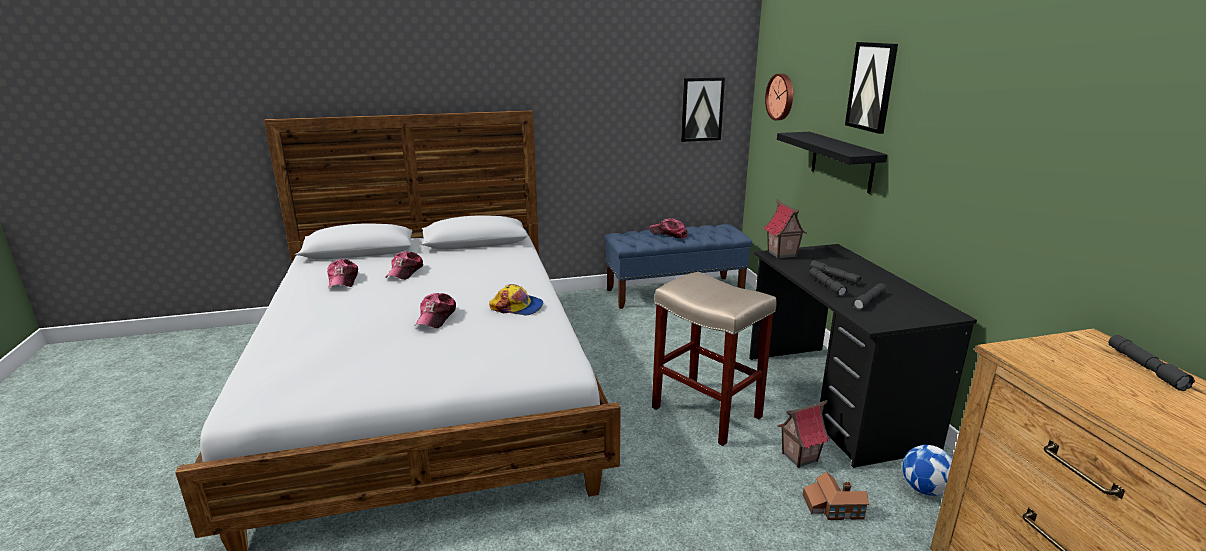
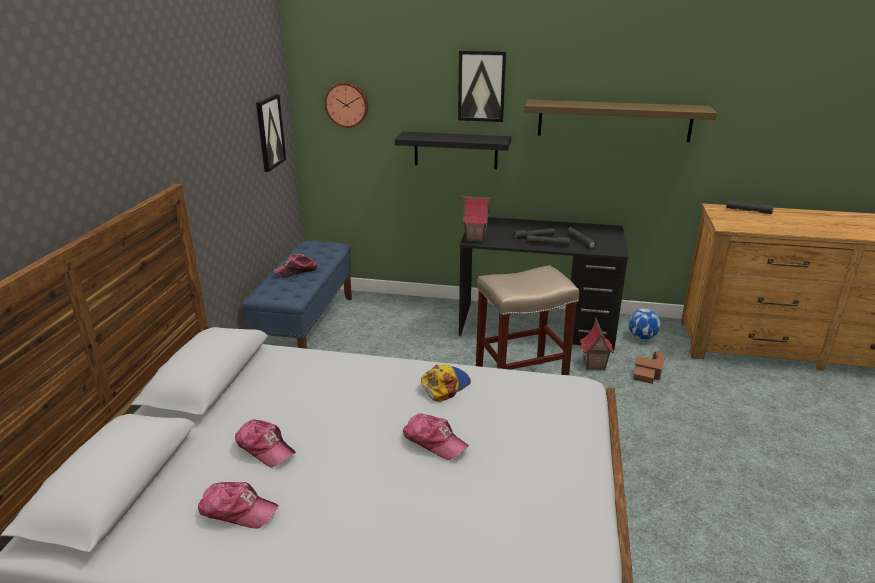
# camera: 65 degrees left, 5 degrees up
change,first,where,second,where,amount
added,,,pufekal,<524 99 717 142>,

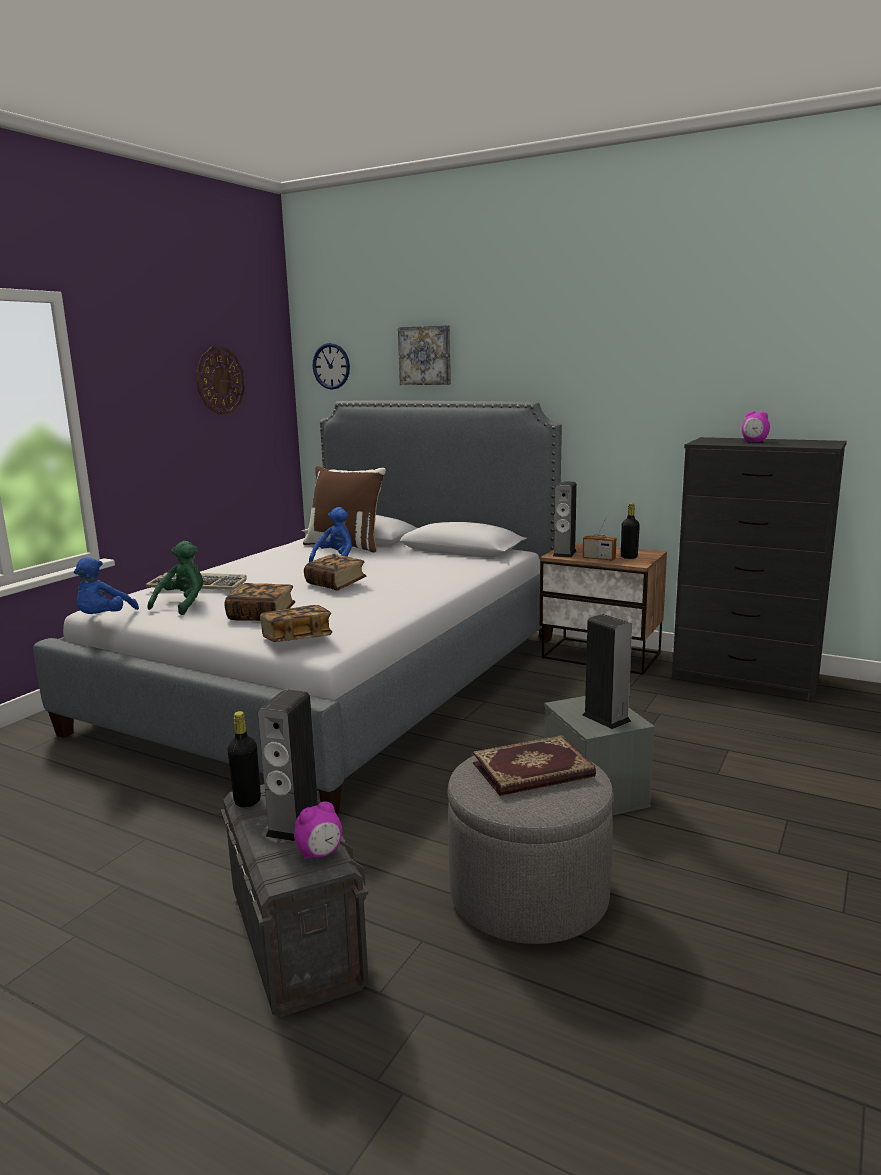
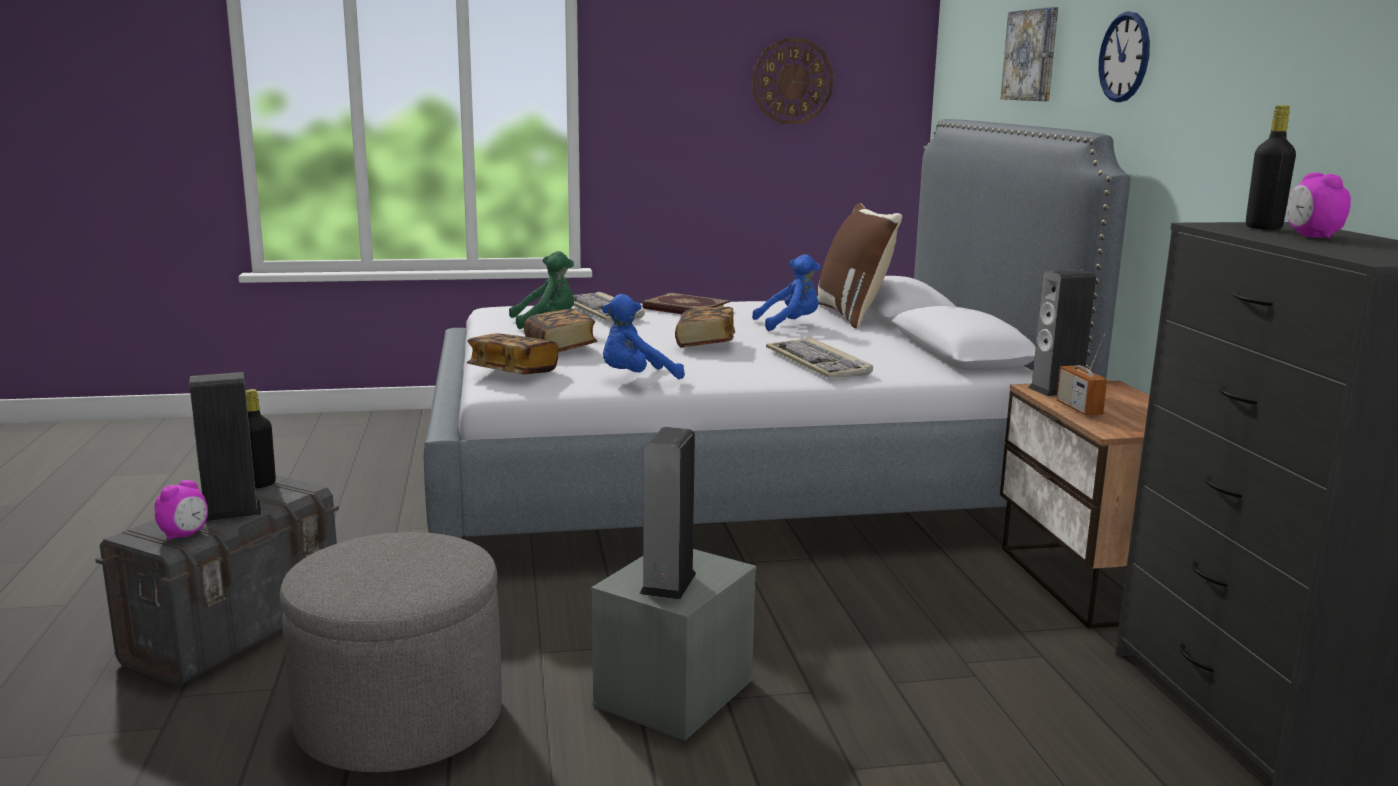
# camera: 50 degrees right, 0 degrees up
change,first,where,second,where,amount
turned,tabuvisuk,<294 801 342 860>,,<155 480 208 540>,75 degrees counterclockwise
moved,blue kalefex,<74 557 139 614>,,<602 294 685 379>,
moved,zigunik,<473 735 596 796>,,<642 293 730 314>,
added,,,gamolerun,<766 338 873 378>,
moved,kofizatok,<313 343 350 390>,,<1098 12 1150 102>,
moved,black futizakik,<621 503 640 559>,,<1246 105 1296 230>,

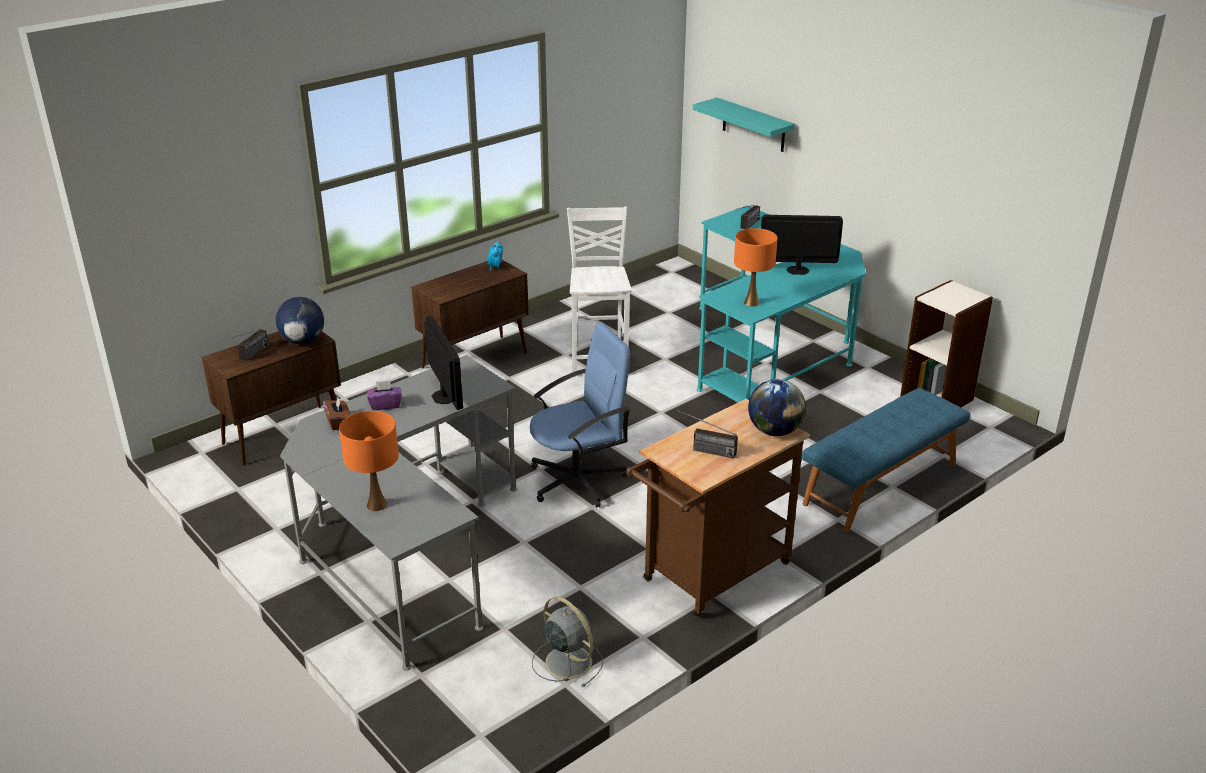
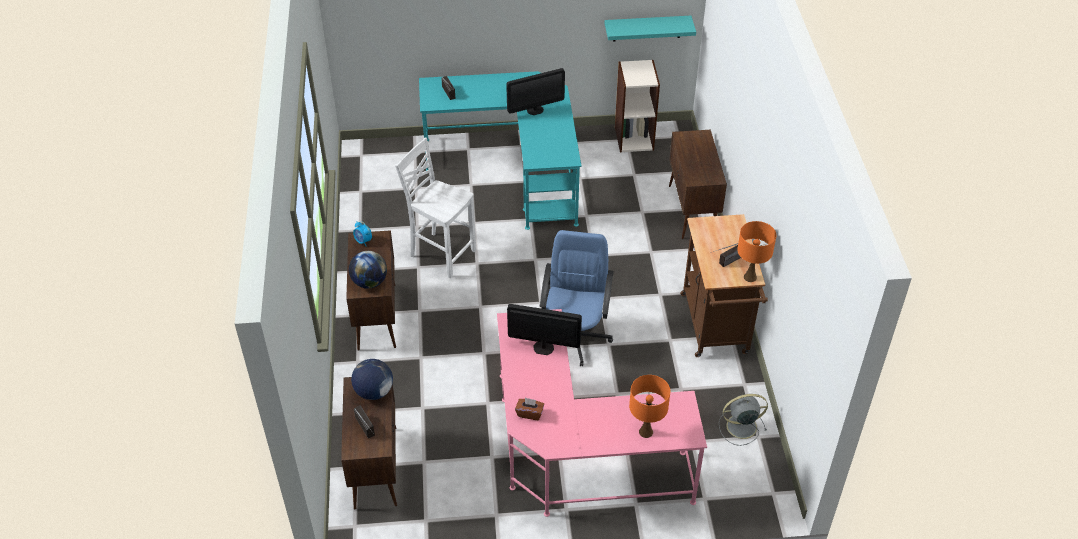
# camera: 55 degrees left, 15 degrees up
change,first,where,second,where,amount
moved,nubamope,<748 379 806 436>,,<349 251 387 289>,
recoloured,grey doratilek,<280 355 517 671>,pink doratilek,<497 309 707 517>,
turned,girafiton,<761 215 843 275>,,<506 68 565 115>,150 degrees counterclockwise
moved,turquoise pufekal,<693 98 795 152>,,<605 16 696 41>,
replaced,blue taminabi,<802 388 971 532>,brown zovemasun,<669 130 727 239>,
moved,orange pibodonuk,<734 228 778 307>,,<737 221 776 282>,
removed,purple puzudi,<367 381 402 410>,,,

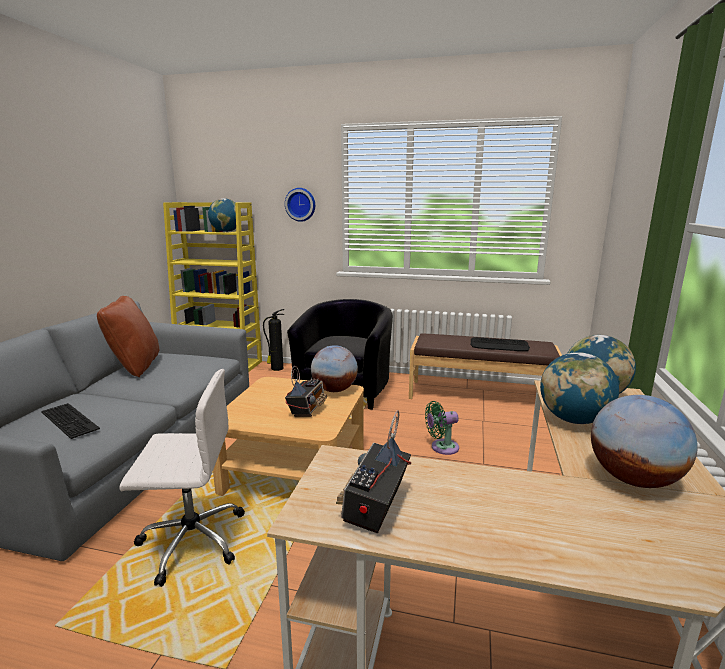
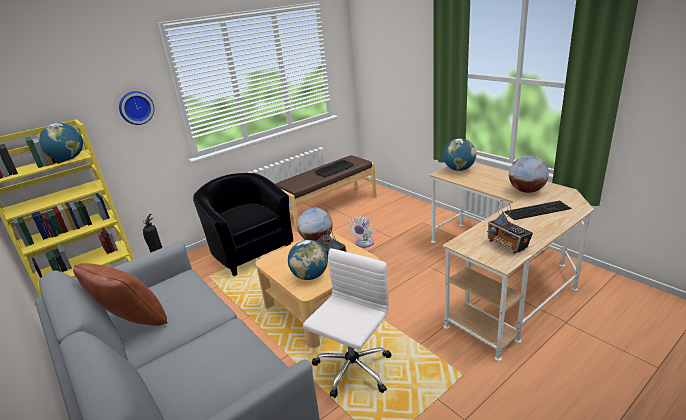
# camera: 50 degrees left, 10 degrees up
change,first,where,second,where,amount
moved,nubamope,<540 352 619 424>,,<288 240 328 280>,
recoloured,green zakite,<425 401 459 455>,white zakite,<349 217 374 248>,
moved,gamolerun,<41 403 100 439>,,<505 201 572 220>,

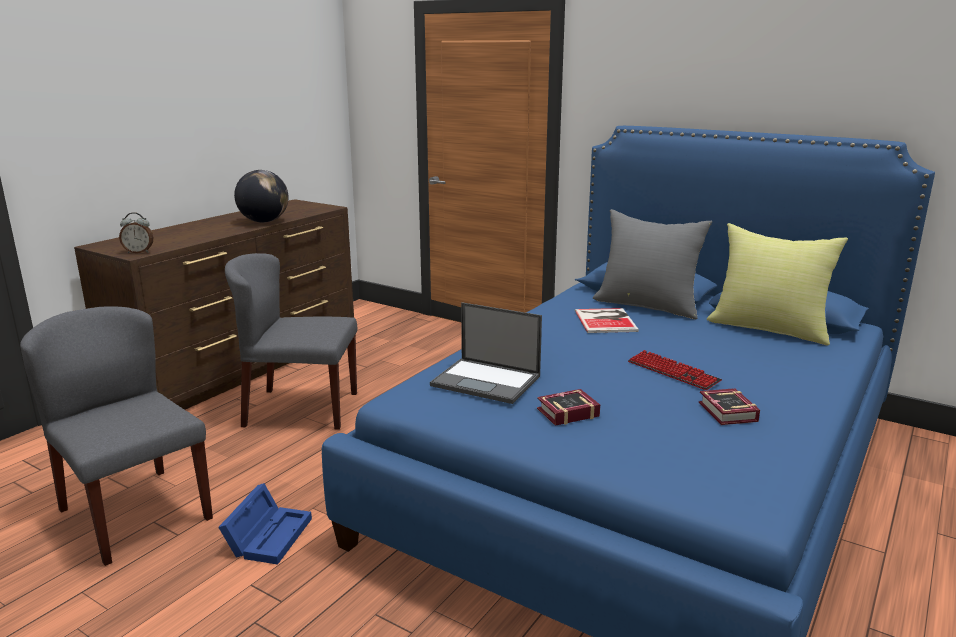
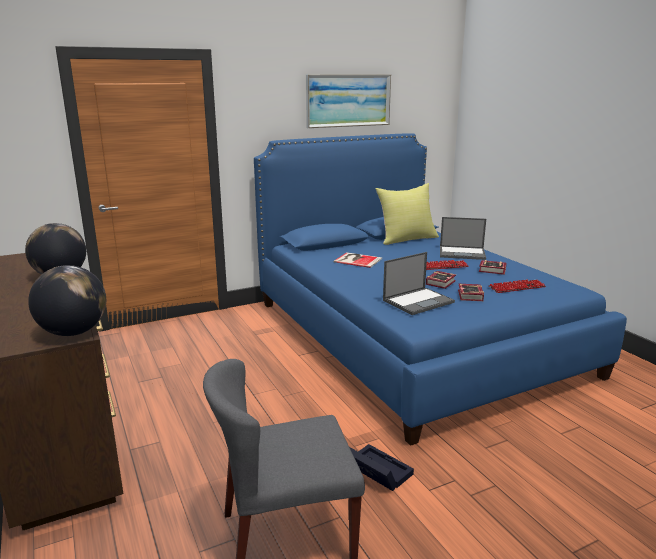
# camera: 60 degrees left, 0 degrees up
change,first,where,second,where,amount
replaced,tabuvisuk,<119 212 153 253>,nubamope,<28 265 106 336>,
added,,,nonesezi,<306 74 391 128>,
recoloured,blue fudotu,<218 483 312 565>,black fudotu,<349 444 414 491>,
added,,,zigunik,<426 271 456 289>,
added,,,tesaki,<440 217 486 260>,
added,,,gamolerun,<489 280 546 293>,
removed,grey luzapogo,<225 253 357 430>,,,
removed,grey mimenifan,<593 209 712 319>,,,

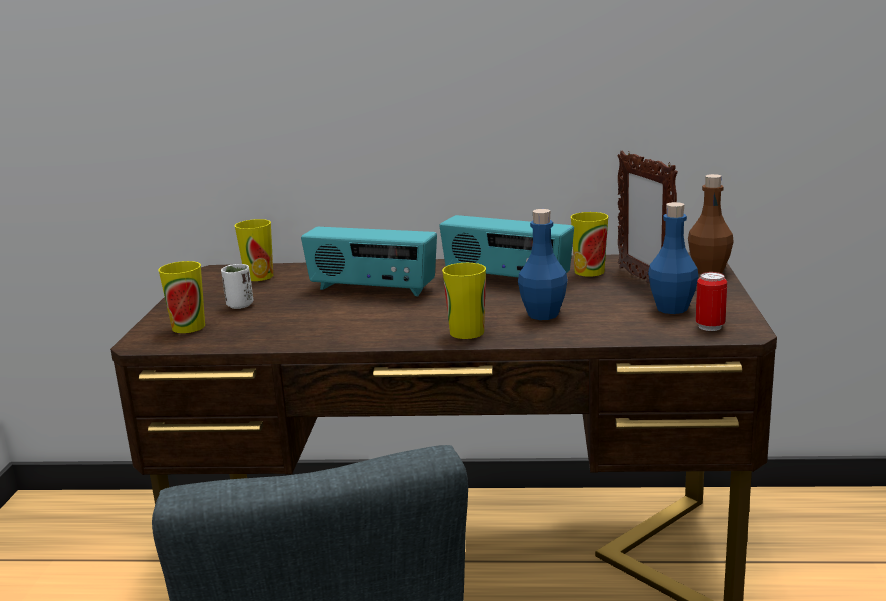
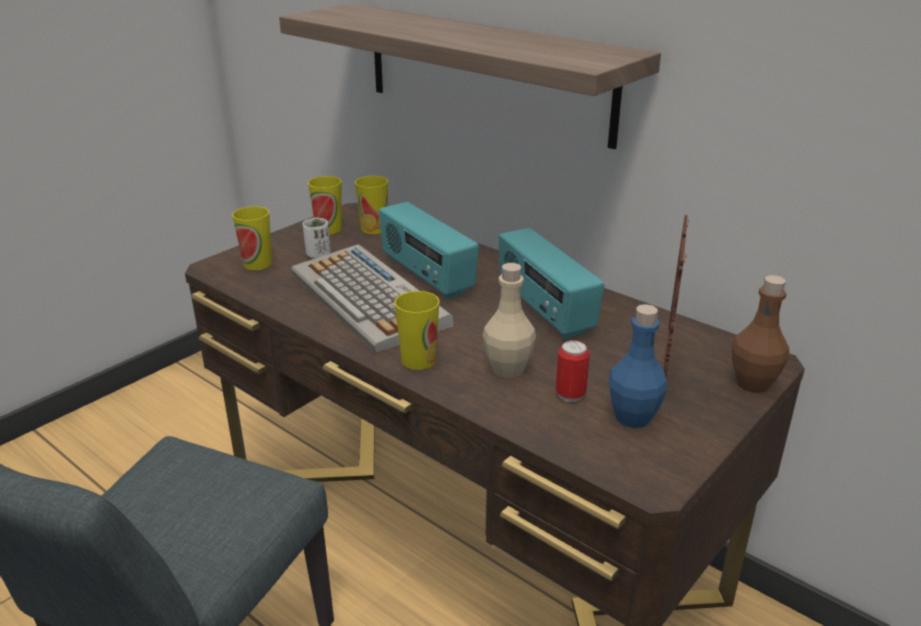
# camera: 35 degrees right, 10 degrees up
change,first,where,second,where,amount
added,,,pufekal,<279 4 661 149>,
added,,,gamolerun,<291 244 454 353>,
moved,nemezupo,<571 212 608 277>,,<308 176 342 234>,
recoloured,blue futizakik,<518 209 568 320>,beige futizakik,<483 263 536 378>,
moved,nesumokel,<695 272 727 331>,,<556 340 590 402>,

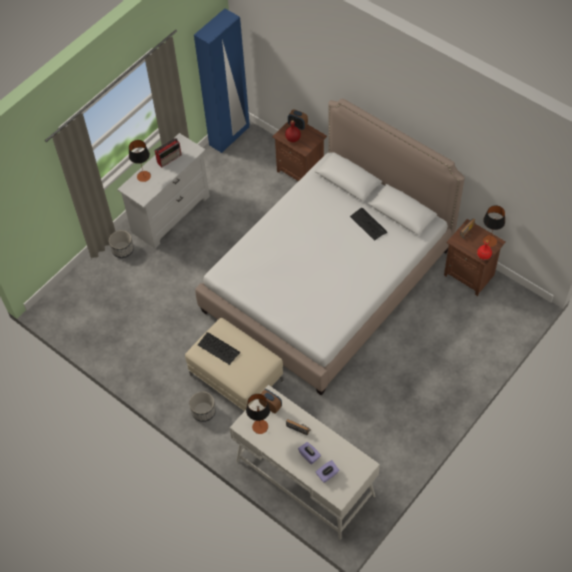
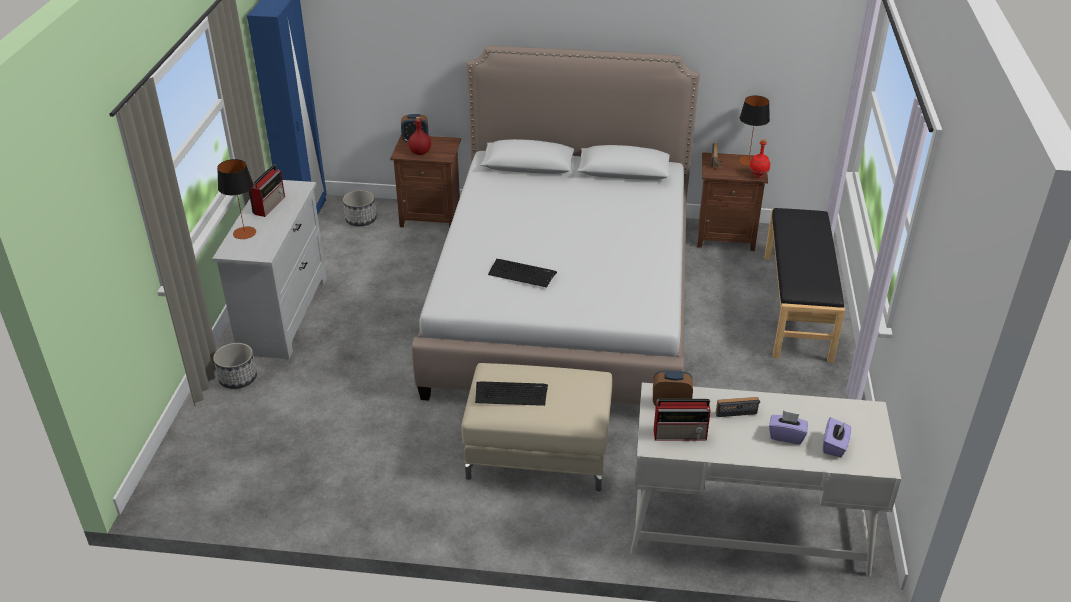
# camera: 35 degrees left, 20 degrees down
change,first,where,second,where,amount
moved,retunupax,<189 392 216 422>,,<343 190 377 226>,
moved,gamolerun,<350 207 387 241>,,<488 259 557 288>,
replaced,pibodonuk,<246 394 270 434>,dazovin,<654 399 711 441>,
added,,,black taminabi,<764 208 845 363>,

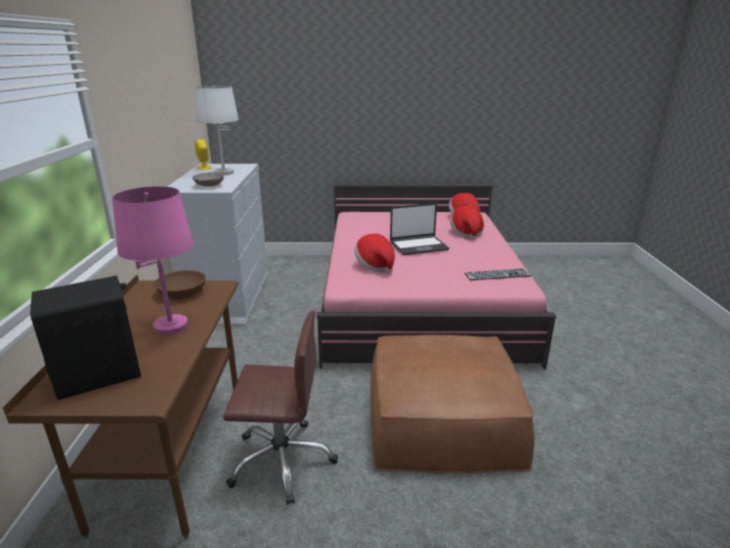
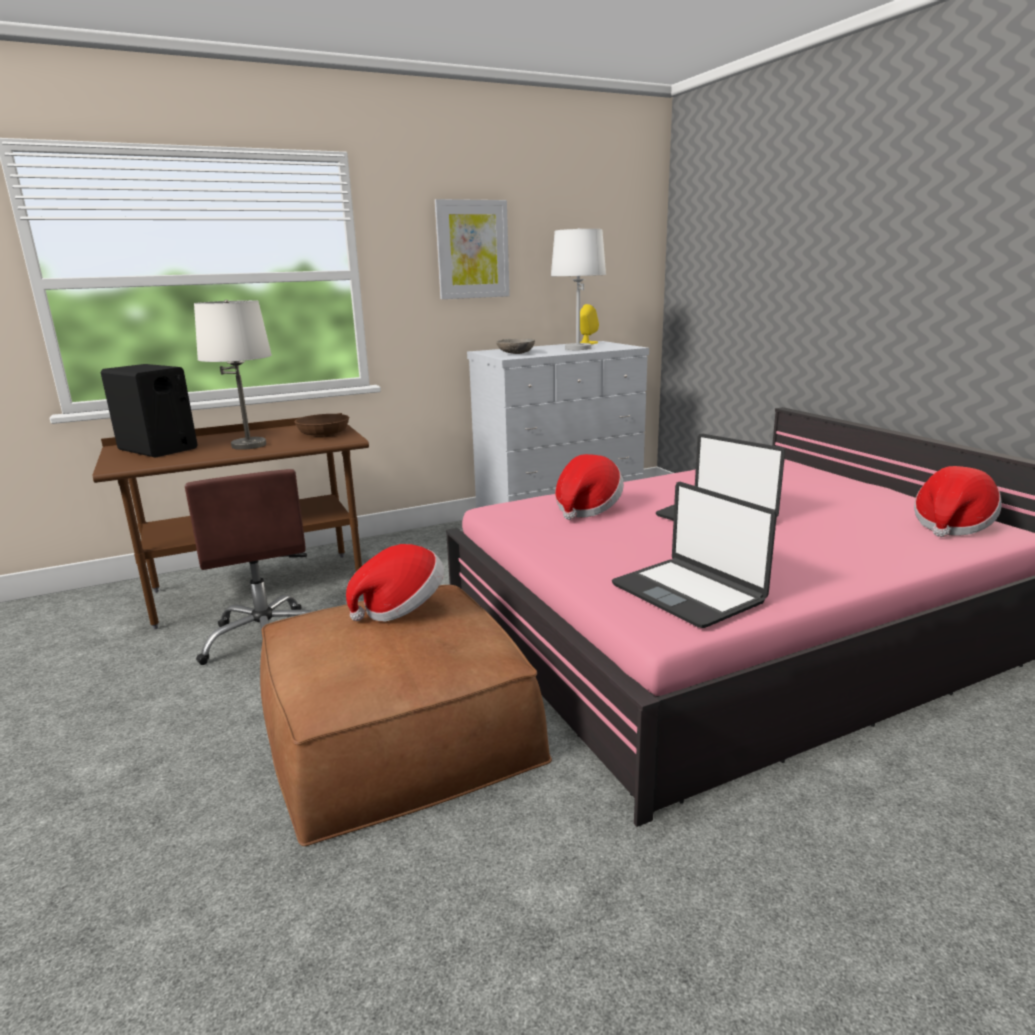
# camera: 65 degrees right, 5 degrees down
change,first,where,second,where,amount
recoloured,pink pibodonuk,<112 186 193 335>,white pibodonuk,<194 300 272 450>,
moved,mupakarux,<450 206 484 240>,,<346 544 444 622>,
added,,,nonesezi,<434 199 510 299>,
replaced,gamolerun,<465 269 531 280>,tesaki,<612 482 777 628>,

